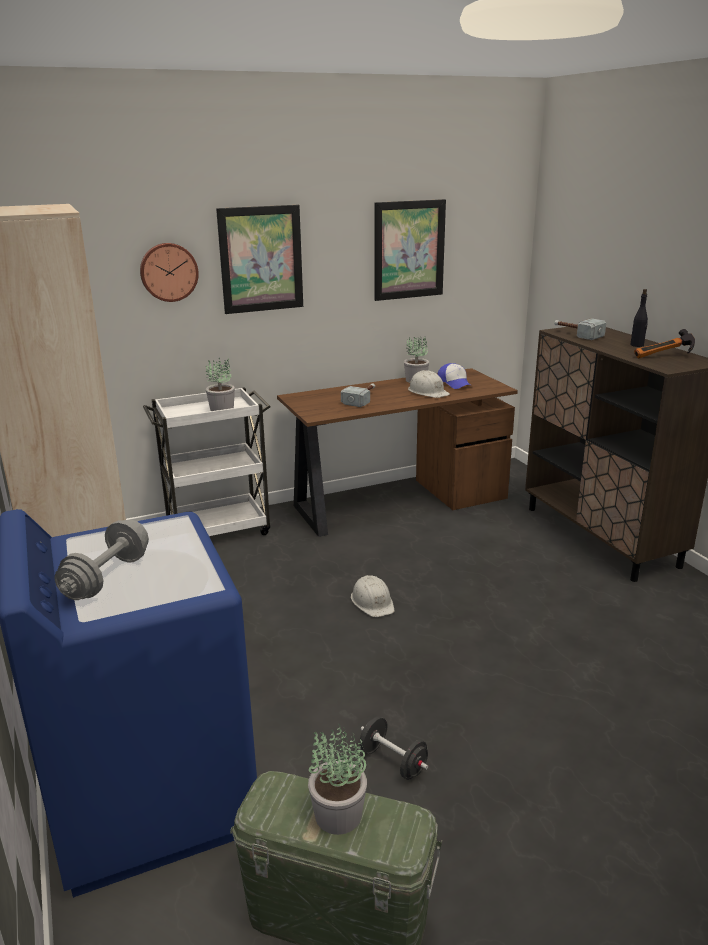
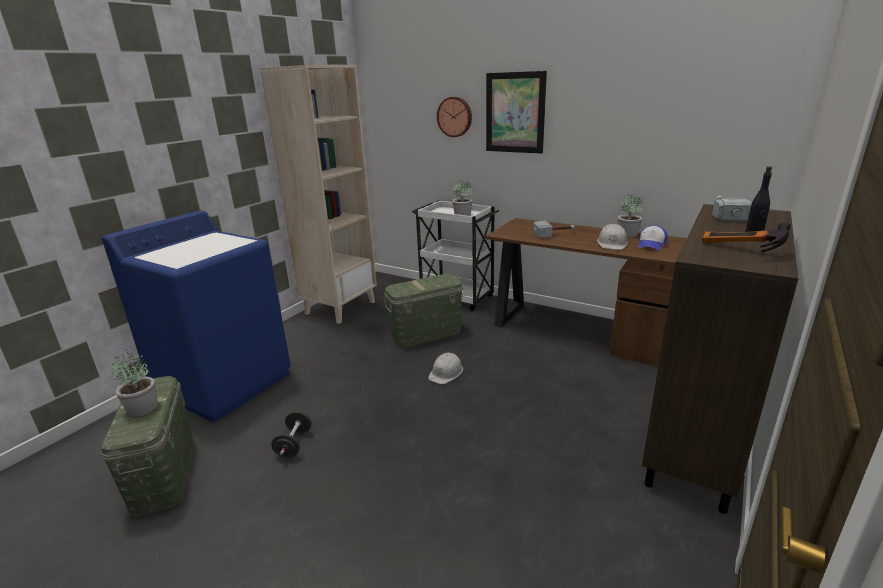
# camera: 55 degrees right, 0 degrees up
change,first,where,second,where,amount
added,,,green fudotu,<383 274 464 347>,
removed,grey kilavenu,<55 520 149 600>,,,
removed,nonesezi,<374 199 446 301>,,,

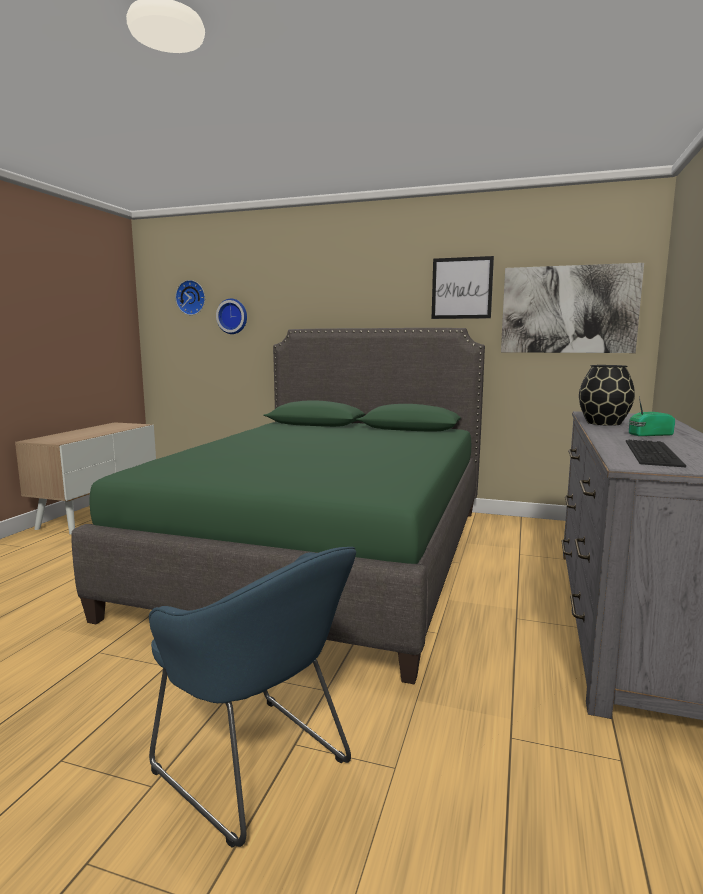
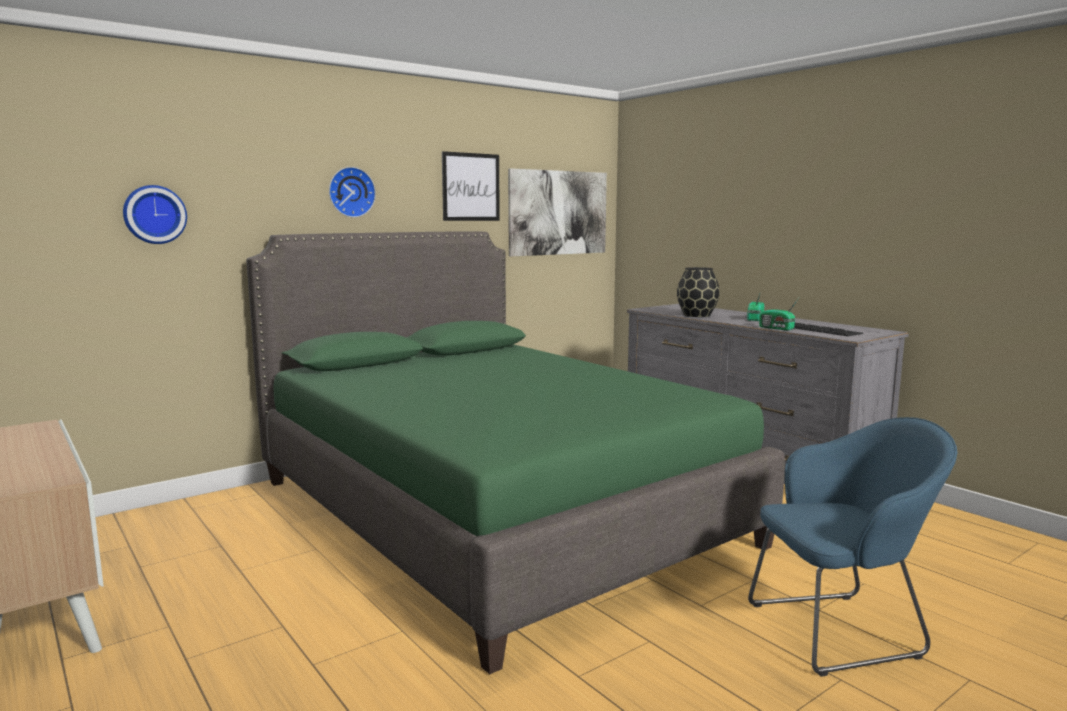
# camera: 55 degrees left, 0 degrees up
change,first,where,second,where,amount
moved,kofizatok,<175 280 205 315>,,<329 167 376 218>,
added,,,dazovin,<759 299 798 330>,

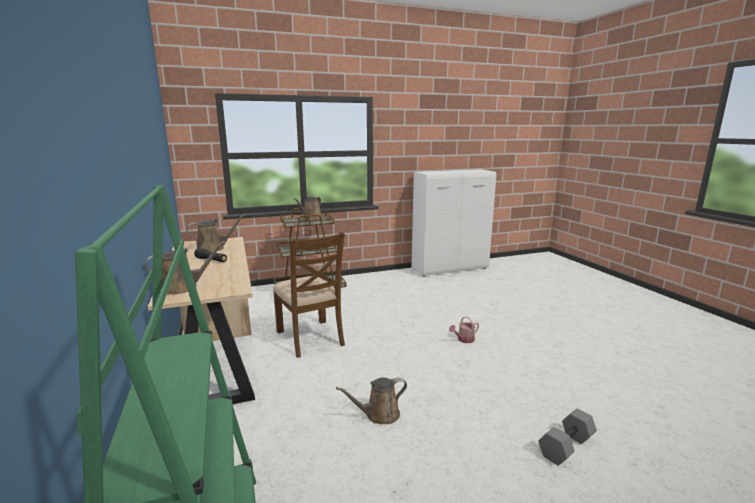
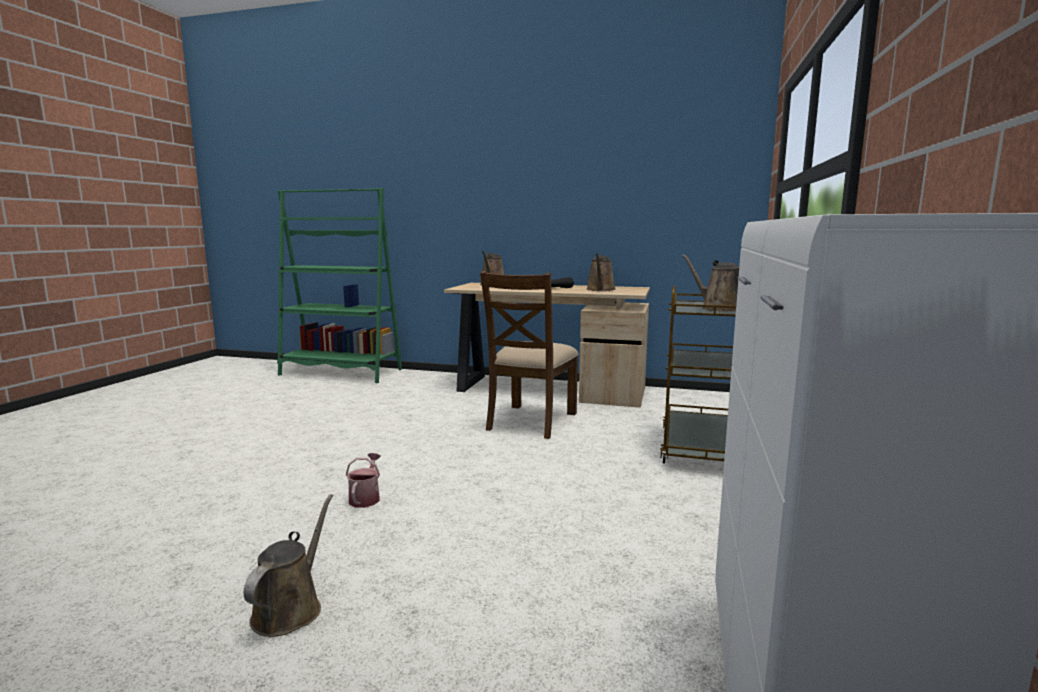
# camera: 125 degrees right, 5 degrees down
change,first,where,second,where,amount
moved,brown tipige,<336 377 407 424>,,<244 494 333 637>,
turned,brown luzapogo,<273 232 345 358>,,<480 271 579 439>,75 degrees counterclockwise
removed,grey kilavenu,<538 408 597 466>,,,

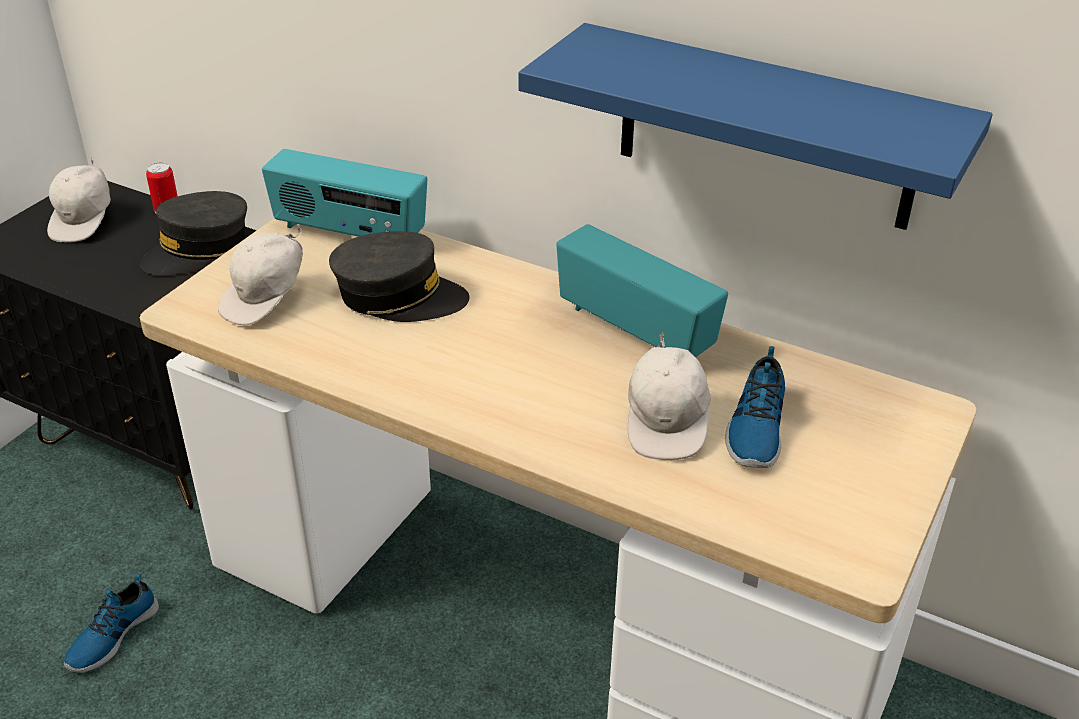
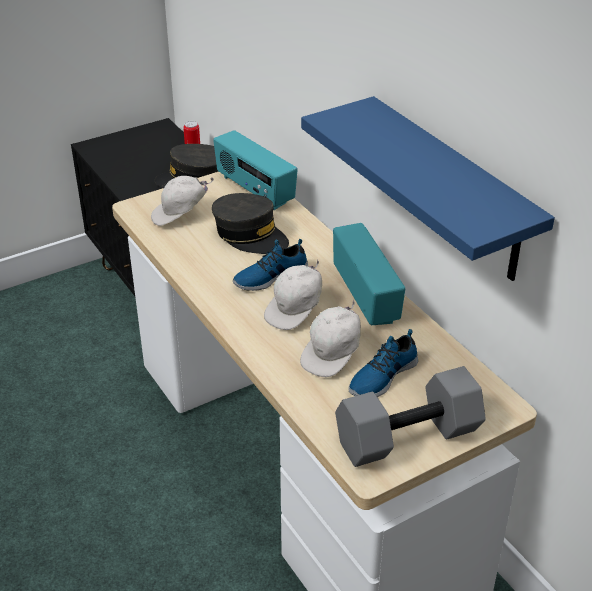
# camera: 30 degrees right, 0 degrees up
change,first,where,second,where,amount
moved,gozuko,<64 574 159 673>,,<233 239 308 291>,
moved,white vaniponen,<47 158 111 243>,,<264 259 322 330>,
added,,,grey kilavenu,<335 366 486 467>,

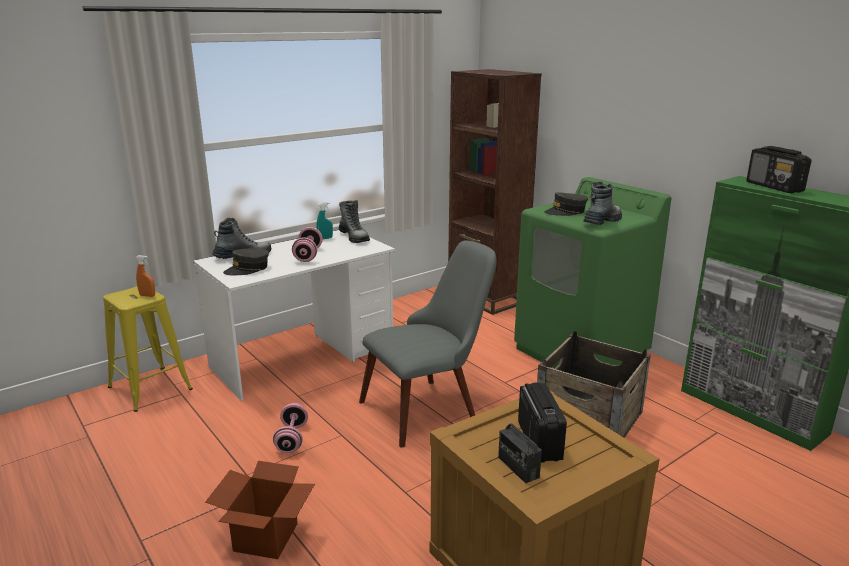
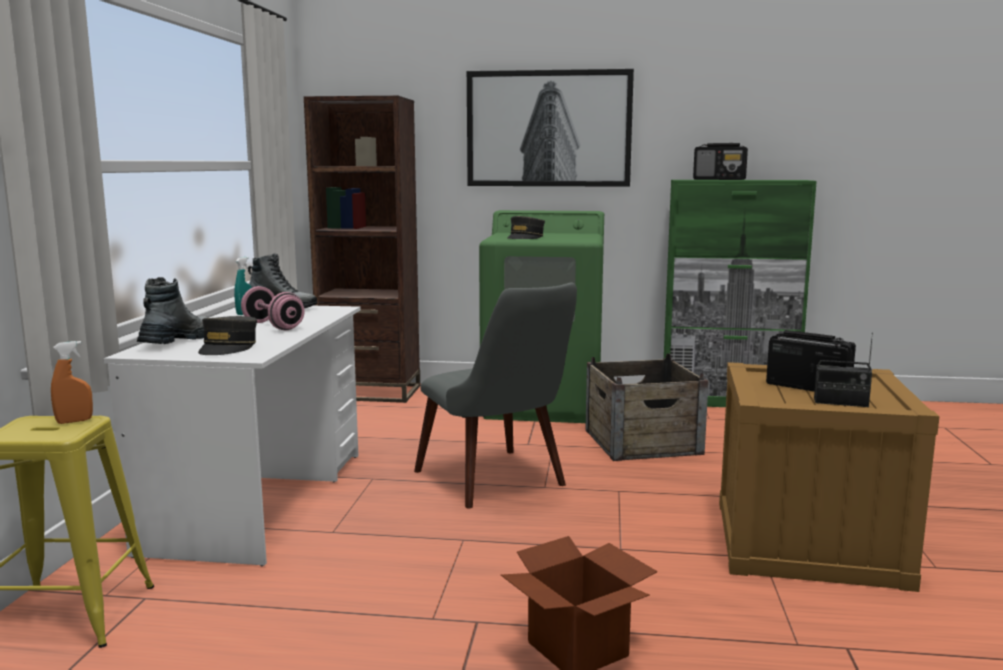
# camera: 45 degrees left, 10 degrees down
change,first,where,second,where,amount
turned,grey luzapogo,<359 240 497 448>,,<414 282 577 508>,135 degrees clockwise
added,,,nonesezi,<467 69 634 187>,
removed,pink kilavenu,<273 403 308 453>,,,
removed,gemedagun,<583 182 622 225>,,,

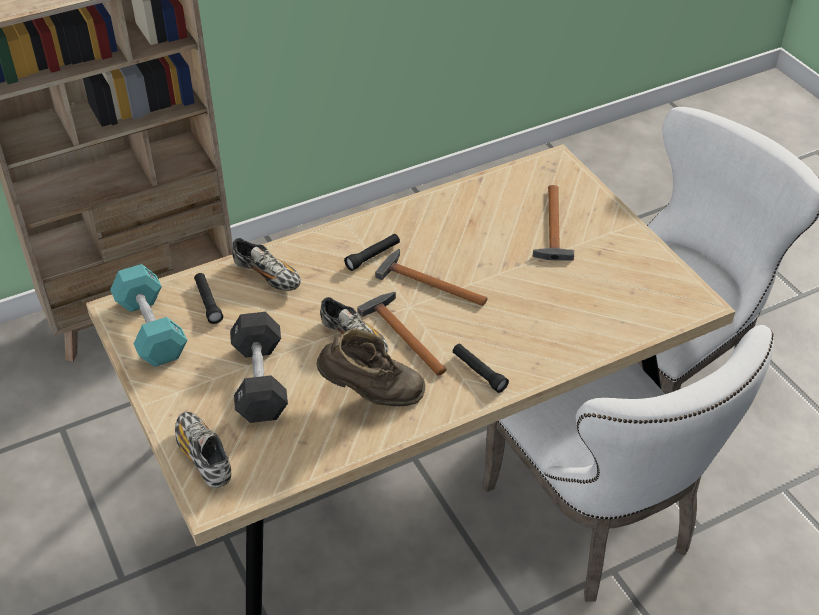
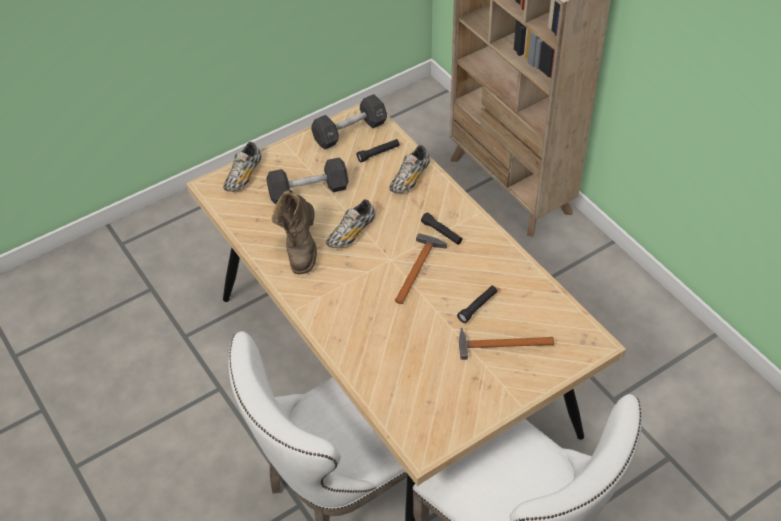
# camera: 85 degrees right, 5 degrees up
change,first,where,second,where,amount
turned,gozuko,<175 412 231 488>,,<223 142 262 192>,150 degrees clockwise
recoloured,turquoise kilavenu,<110 264 187 367>,black kilavenu,<311 94 387 150>,
moved,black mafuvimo,<453 344 509 393>,,<457 286 497 323>,
removed,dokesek,<357 292 447 376>,,,

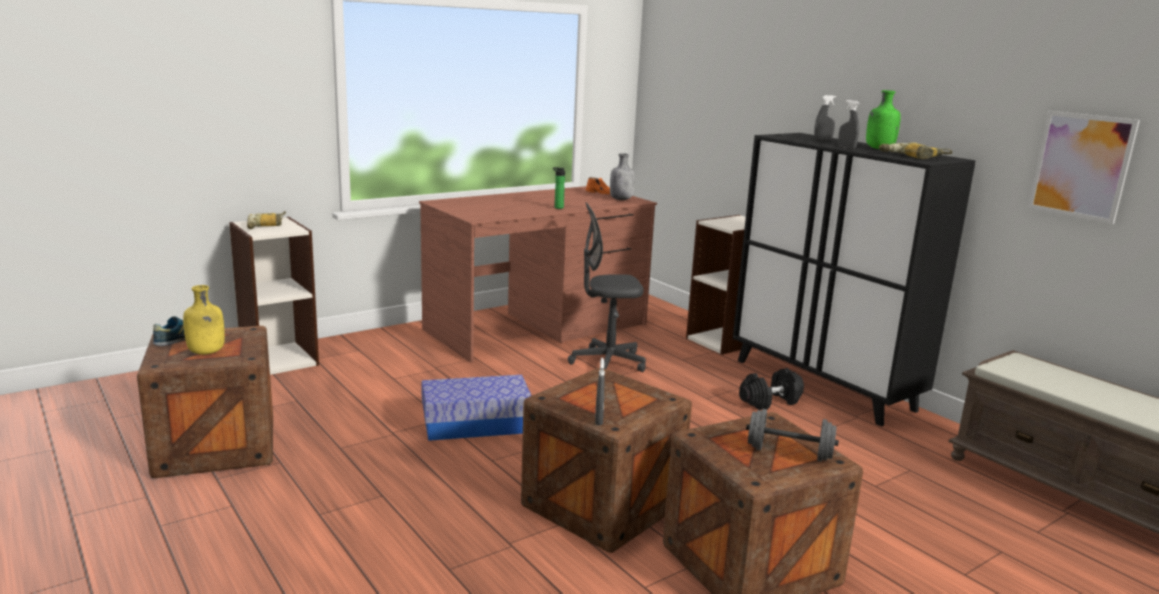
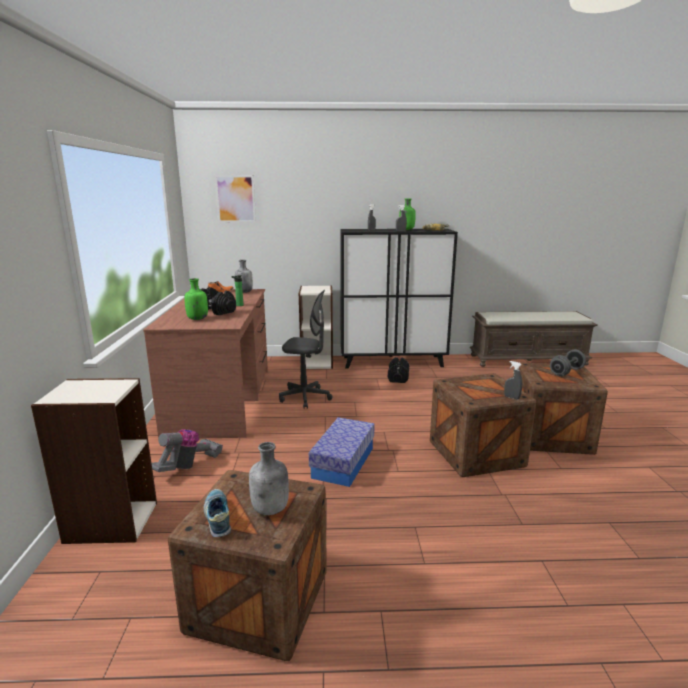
# camera: 55 degrees left, 0 degrees up
change,first,where,second,where,amount
added,,,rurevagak,<151 429 223 472>,
added,,,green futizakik,<184 278 208 320>,
added,,,black kilavenu,<200 287 236 315>,
moved,nonesezi,<1028 111 1140 224>,,<215 175 256 223>,
recoloured,yellow futizakik,<183 285 225 355>,grey futizakik,<249 442 289 515>,
turned,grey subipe,<568 202 646 372>,,<279 290 332 409>,105 degrees counterclockwise
removed,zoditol,<247 211 286 229>,,,

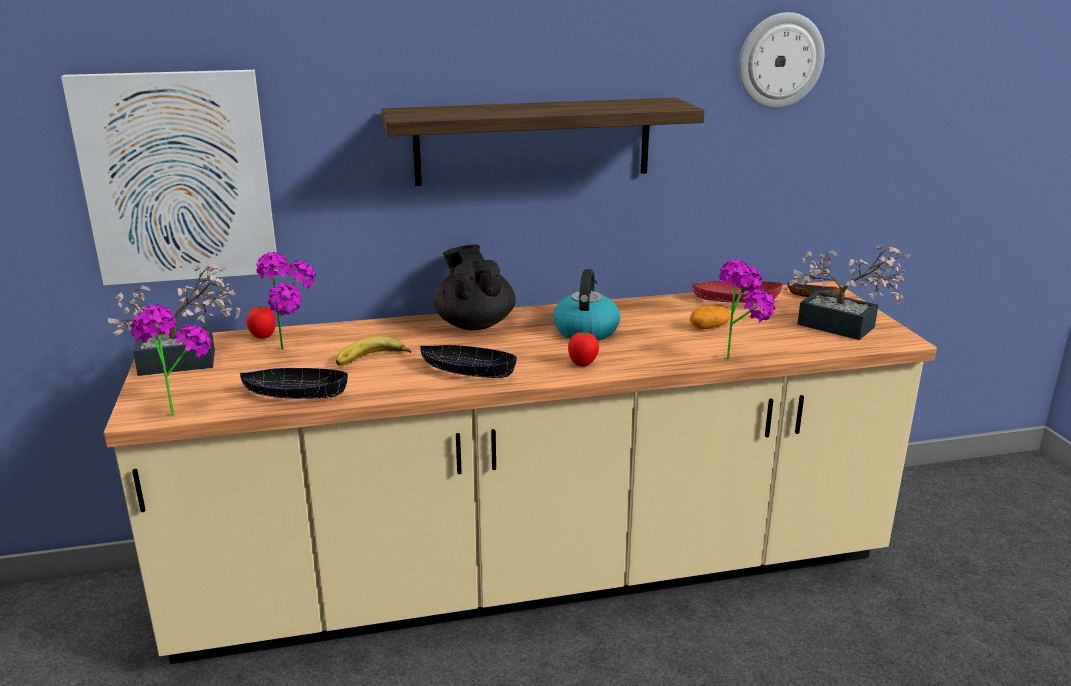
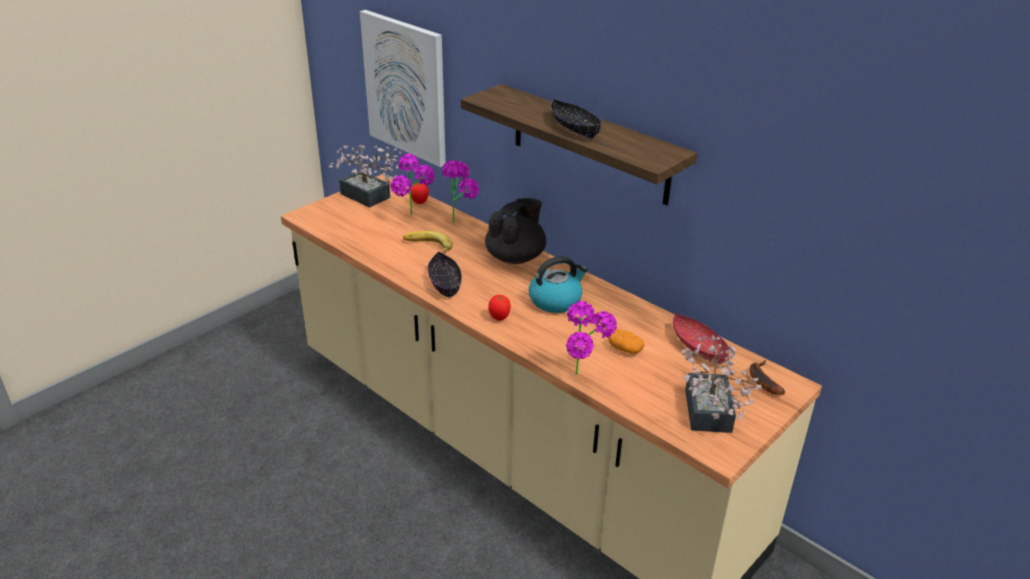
# camera: 55 degrees right, 10 degrees up
change,first,where,second,where,amount
moved,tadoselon,<130 304 212 416>,,<442 160 479 223>,
moved,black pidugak,<240 368 348 399>,,<551 99 601 139>,
removed,kofizatok,<738 12 825 108>,,,

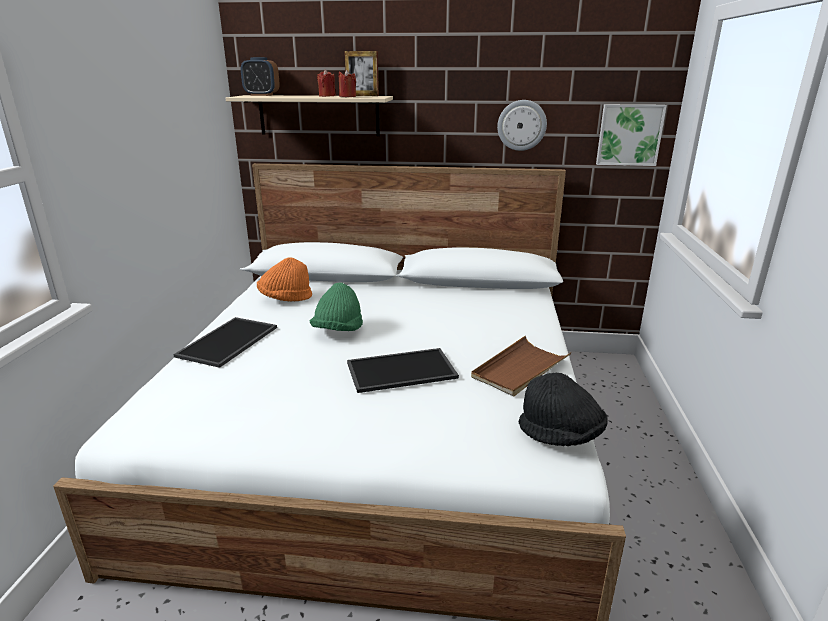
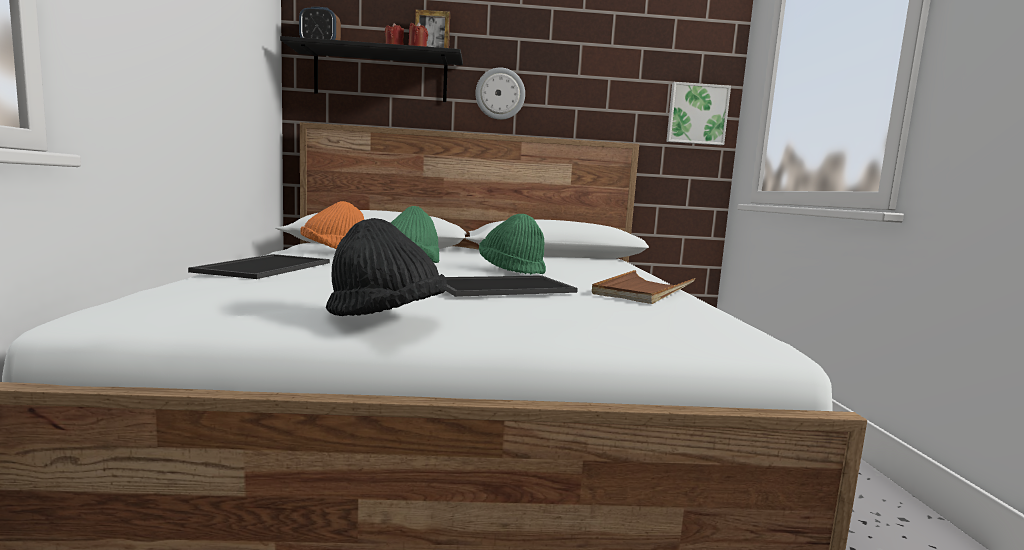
# camera: 10 degrees left, 15 degrees down
change,first,where,second,where,amount
recoloured,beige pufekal,<226 95 393 136>,black pufekal,<280 36 463 102>,
moved,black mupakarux,<519 373 608 446>,,<326 218 447 316>,
moved,kofizatok,<497 100 547 151>,,<475 67 525 120>,
added,,,green mupakarux,<479 214 546 275>,

